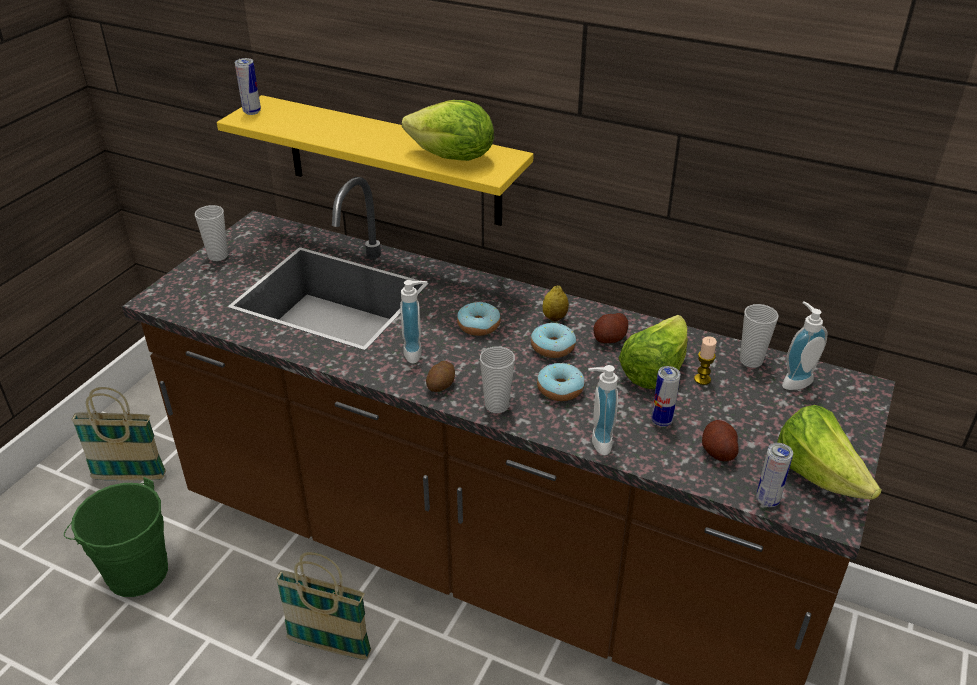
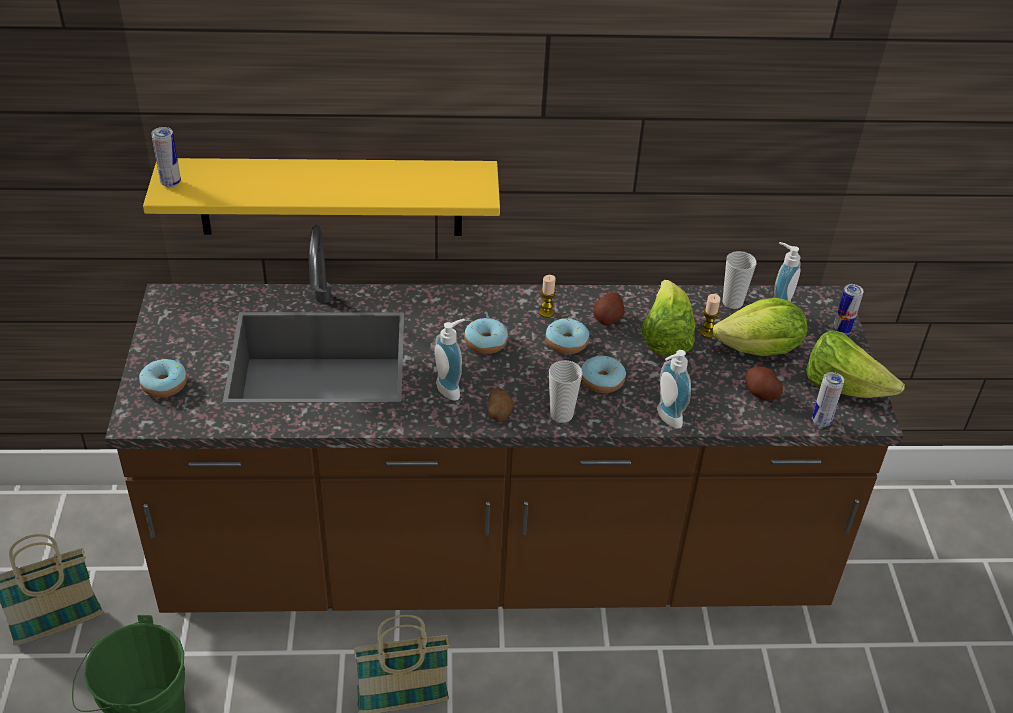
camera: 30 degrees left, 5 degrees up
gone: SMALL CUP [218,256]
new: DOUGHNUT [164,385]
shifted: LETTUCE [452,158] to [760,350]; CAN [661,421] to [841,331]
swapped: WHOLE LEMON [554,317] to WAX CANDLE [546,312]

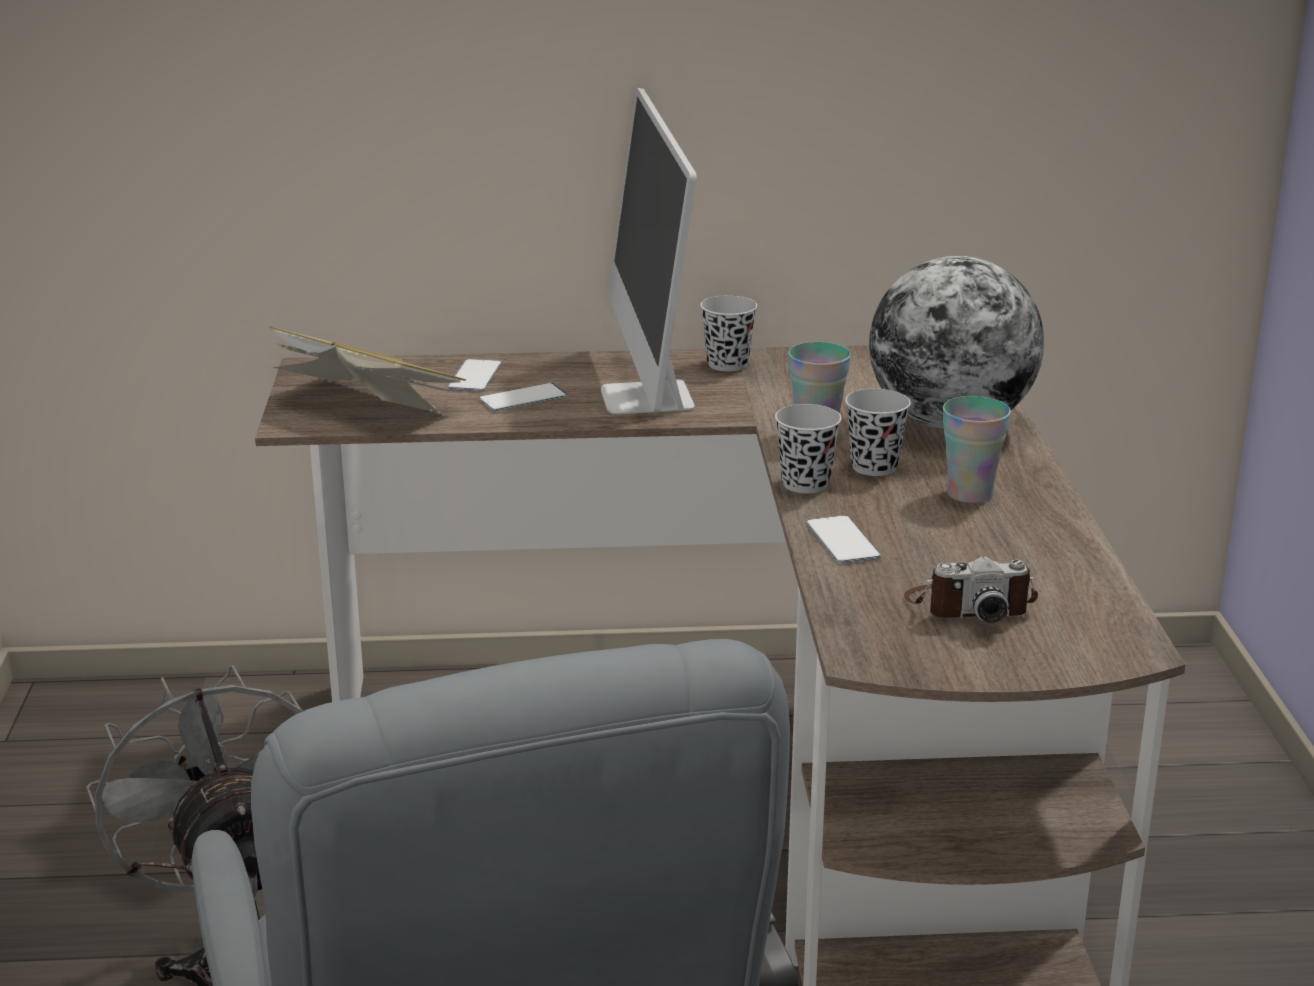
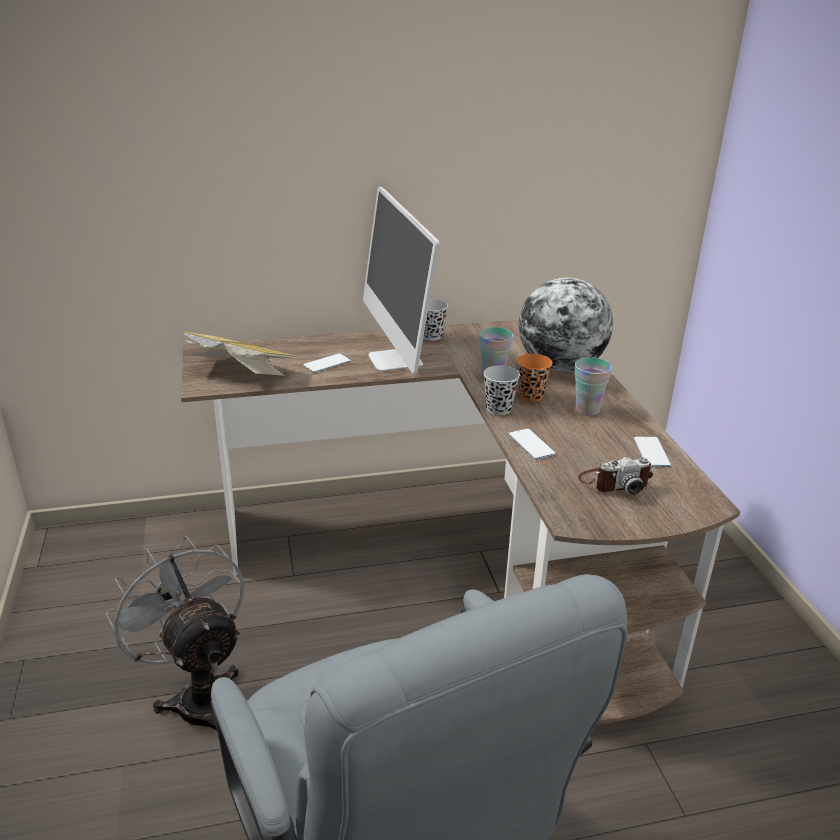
camera: 10 degrees left, 5 degrees up
shifted: PHONE [474,376] to [651,452]
repainted: BLACKISH SMALL CUP [874,467] to ORANGE-COLOURED SMALL CUP [531,396]

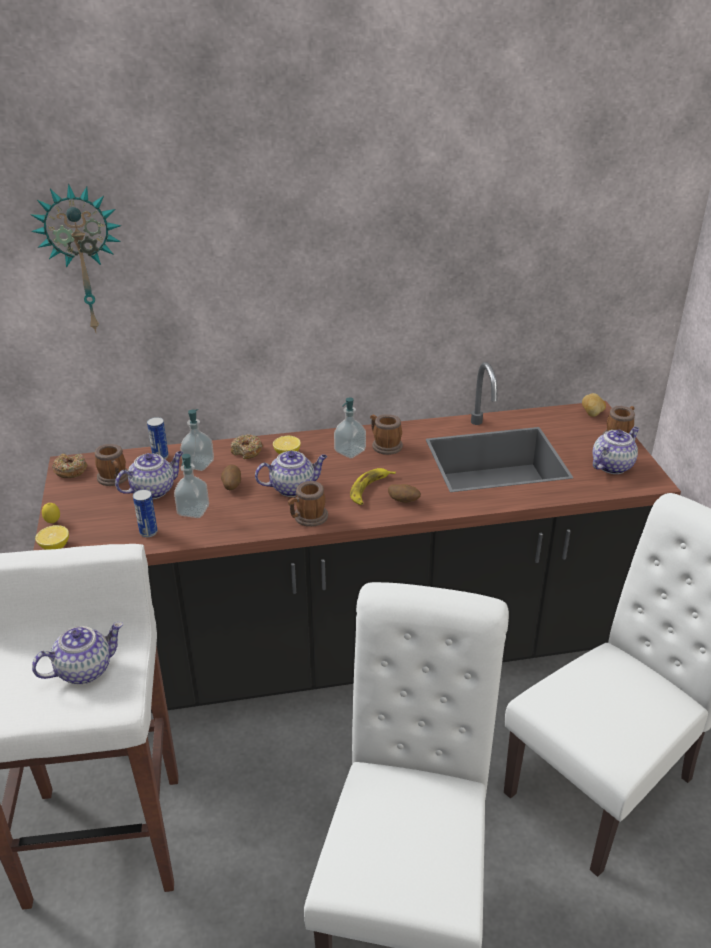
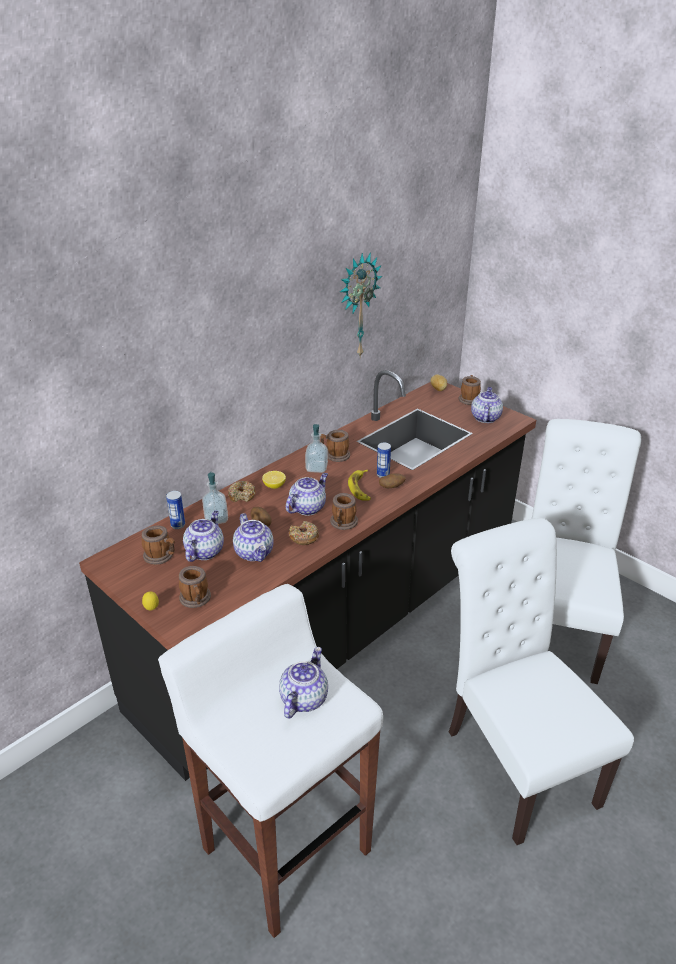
camera: 35 degrees left, 0 degrees up
gone: WHOLE LEMON [55,547]
new: TEA MUG [196,600]
shifted: WALL CLOCK [83,259] to [357,306]; DOUGHNUT [70,470] to [304,537]; CAN [148,532] to [383,474]
swapped: LIQUID SOAP BOTTLE [193,510] to TEAPOT [255,553]

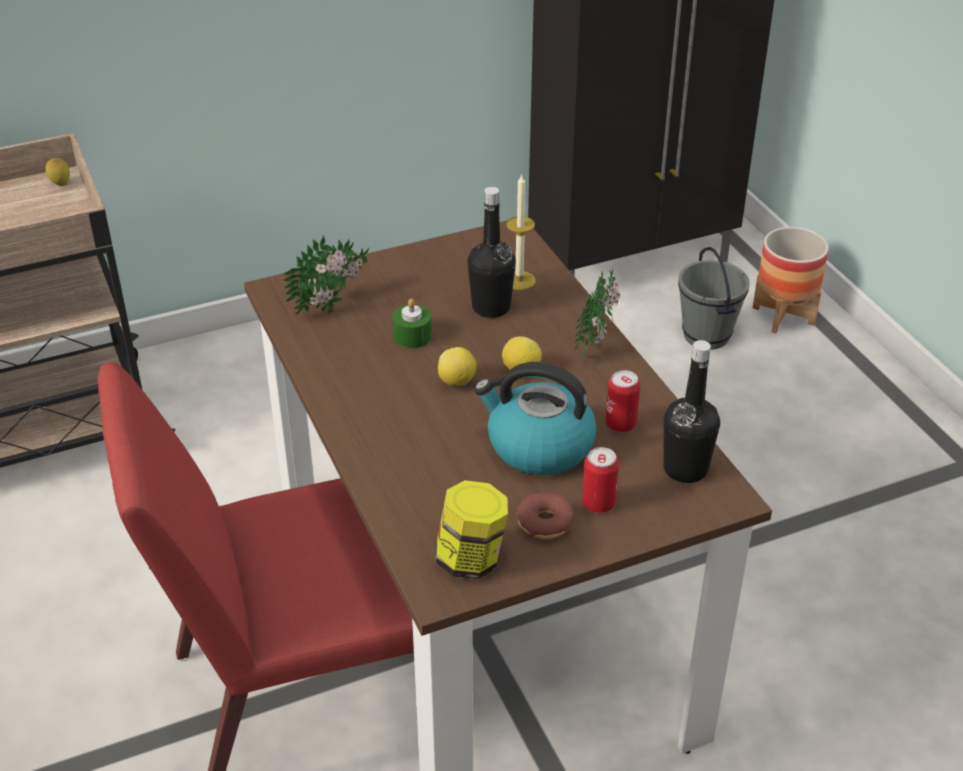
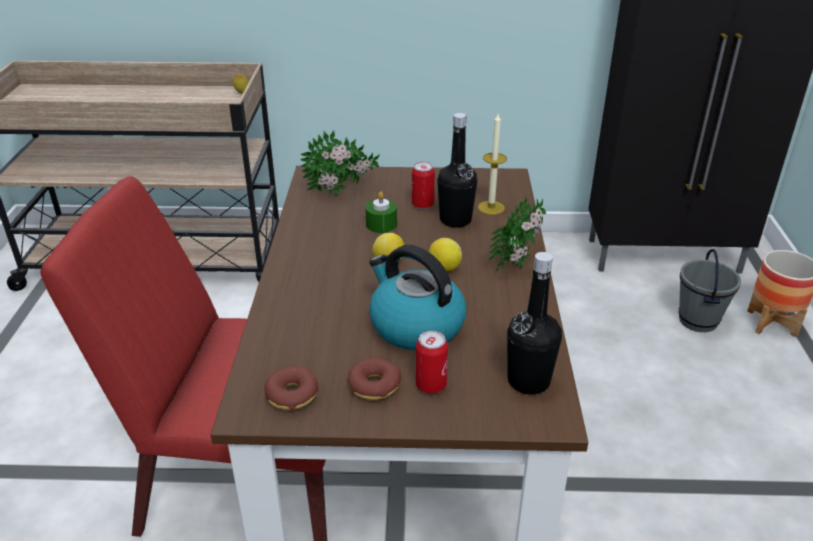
camera: 25 degrees right, 5 degrees down
shifted: CAN [620,424] to [422,204]
swapped: PRESERVE JAR [471,559] to DOUGHNUT [292,395]

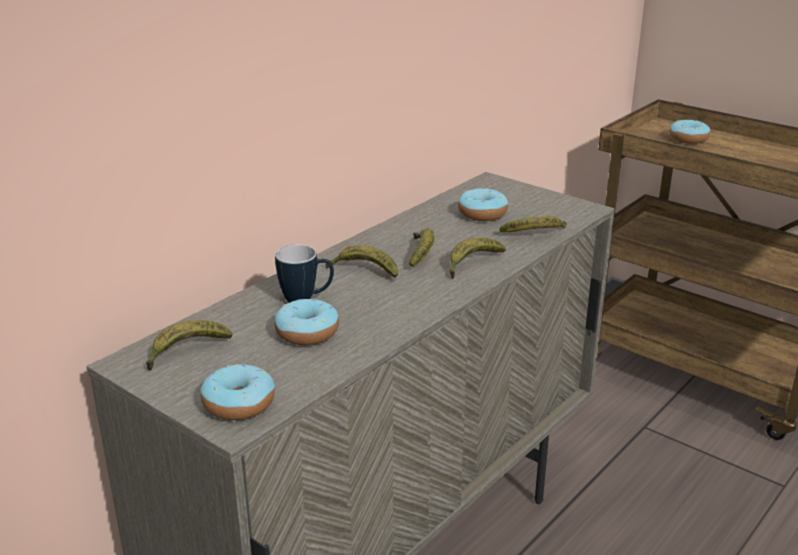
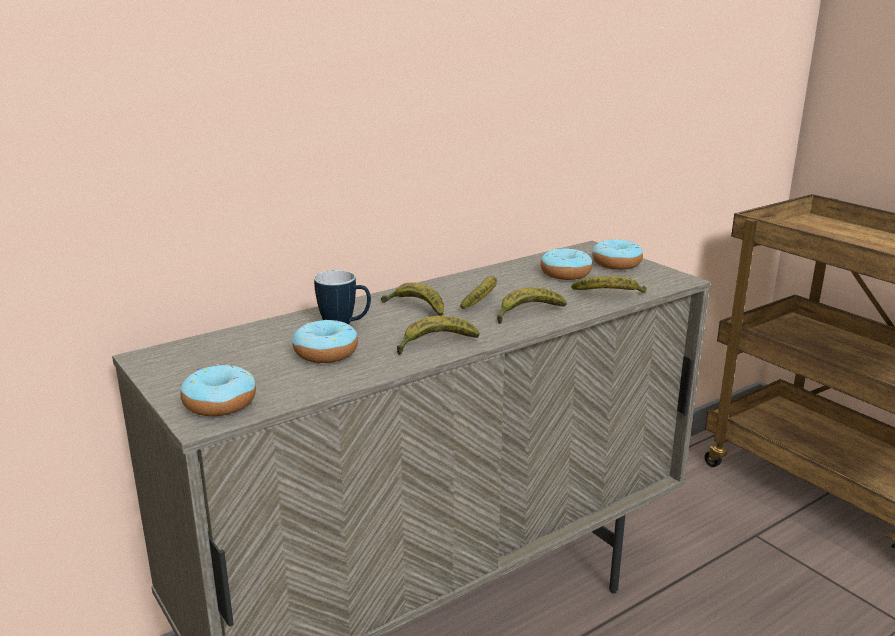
camera: 15 degrees right, 5 degrees down
shifted: BANANA [186,351] to [435,344]; DOUGHNUT [688,139] to [616,264]

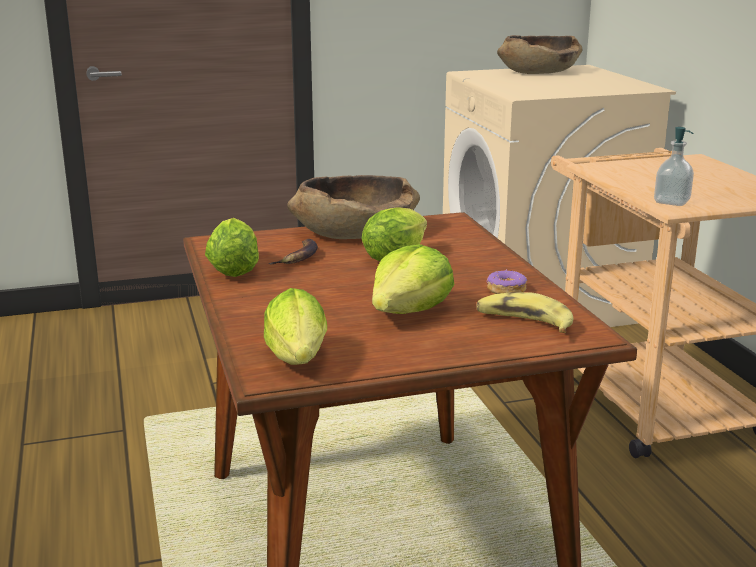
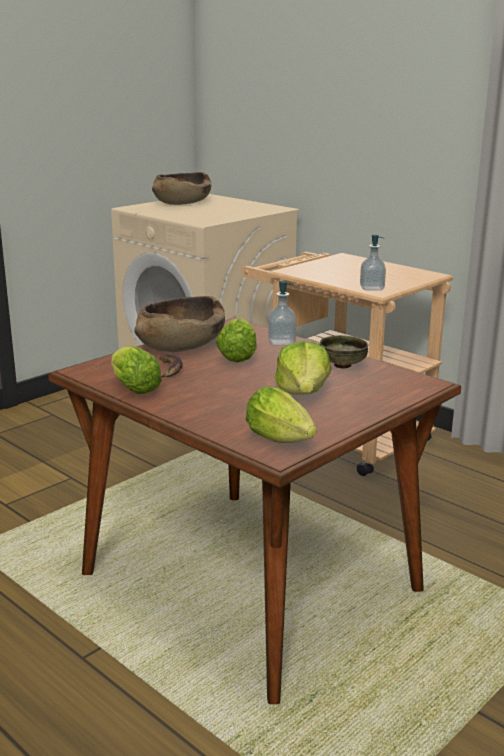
camera: 30 degrees left, 0 degrees up
gone: BANANA [524,323]
new: LIQUID SOAP BOTTLE [281,342]
swapped: DOUGHNUT [506,290] to DEEP DISH [341,365]

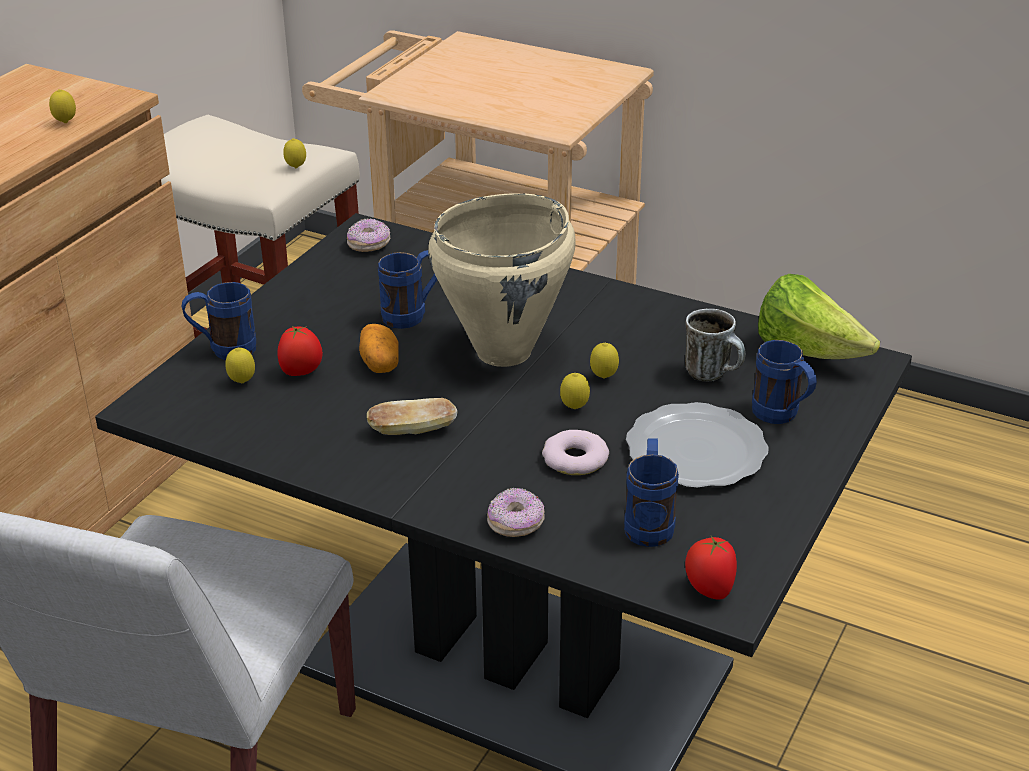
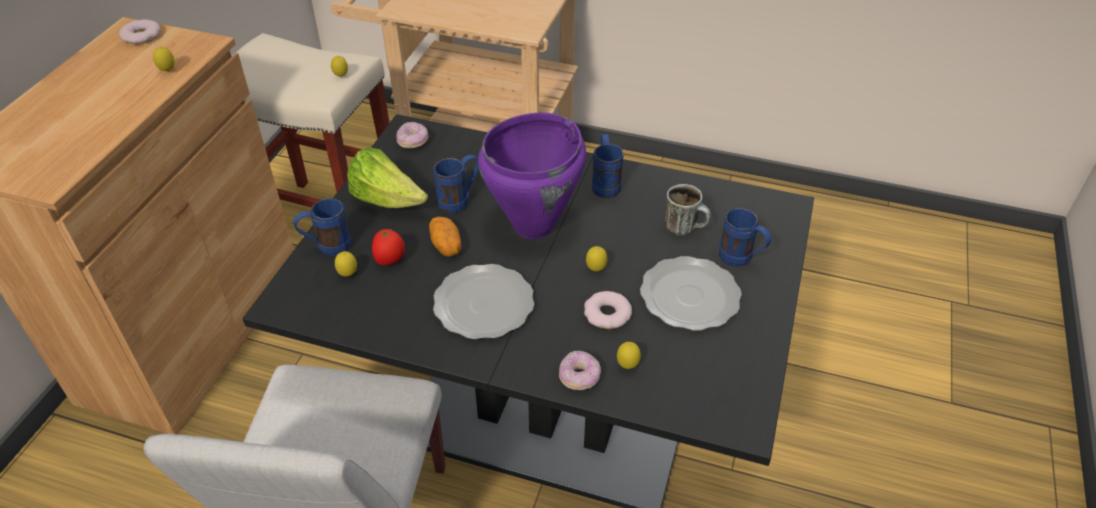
camera: 10 degrees left, 10 degrees up
gone: TOMATO [709,590]
new: DOUGHNUT [142,36]
shifted: WHOLE LEMON [603,378] to [627,366]; BLUISH TEA MUG [649,522] to [605,183]; LETTUCE [808,352] to [387,200]
swapped: BAKED BREAD [413,431] to PLATE [485,303]
repainted: SAND-COLOURED SAUCEPOT [505,352] to PURPLE SAUCEPOT [534,225]

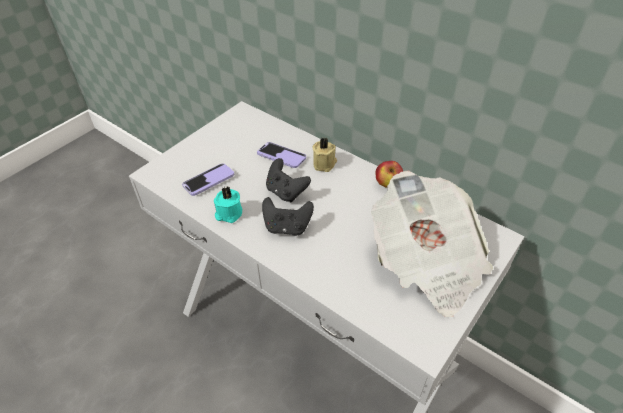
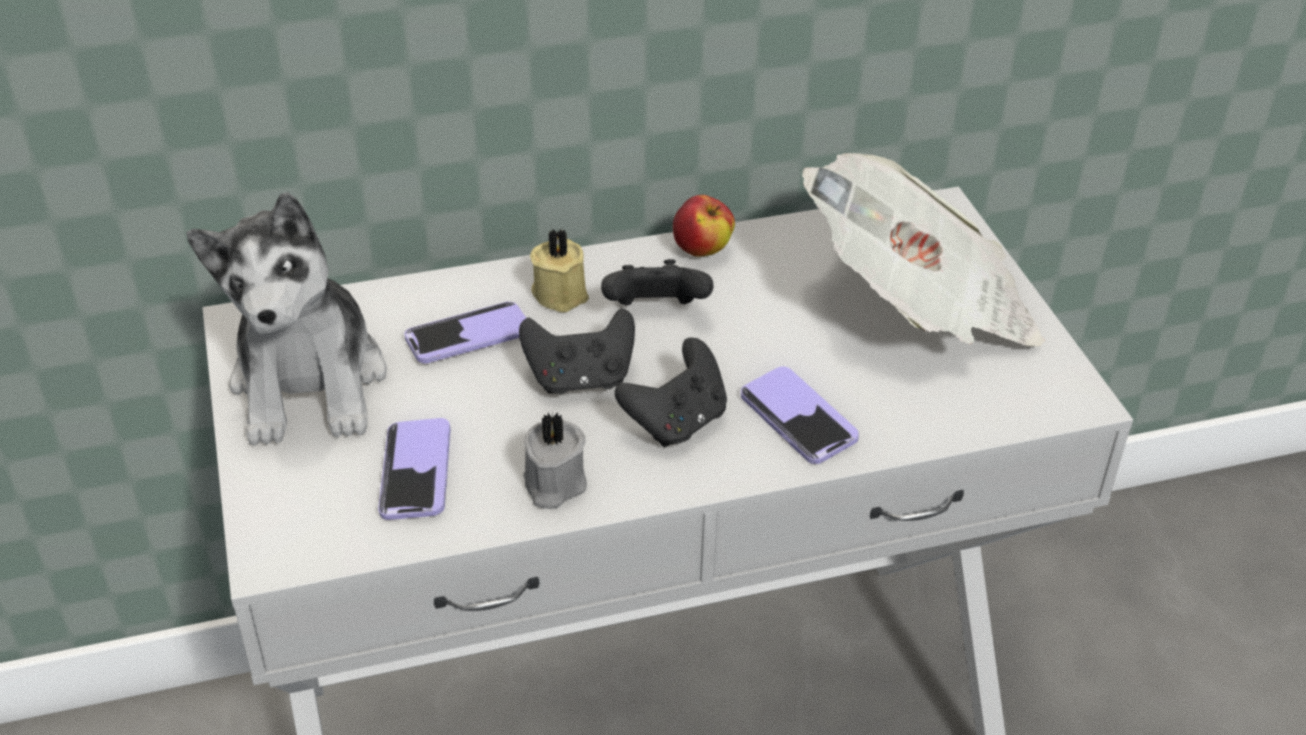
camera: 55 degrees left, 5 degrees down
new: CUDDLY TOY [310,382]; BLACKISH GAMEPAD [655,312]; PHONE [798,418]
repainted: TURQUOISE-COLOURED WAX CANDLE [228,214] to GREYISH WAX CANDLE [552,485]

